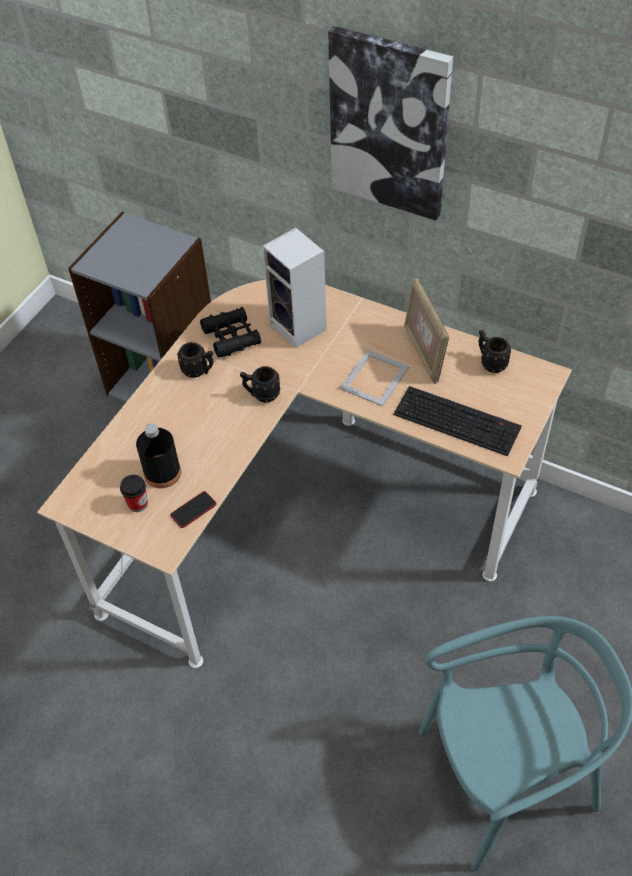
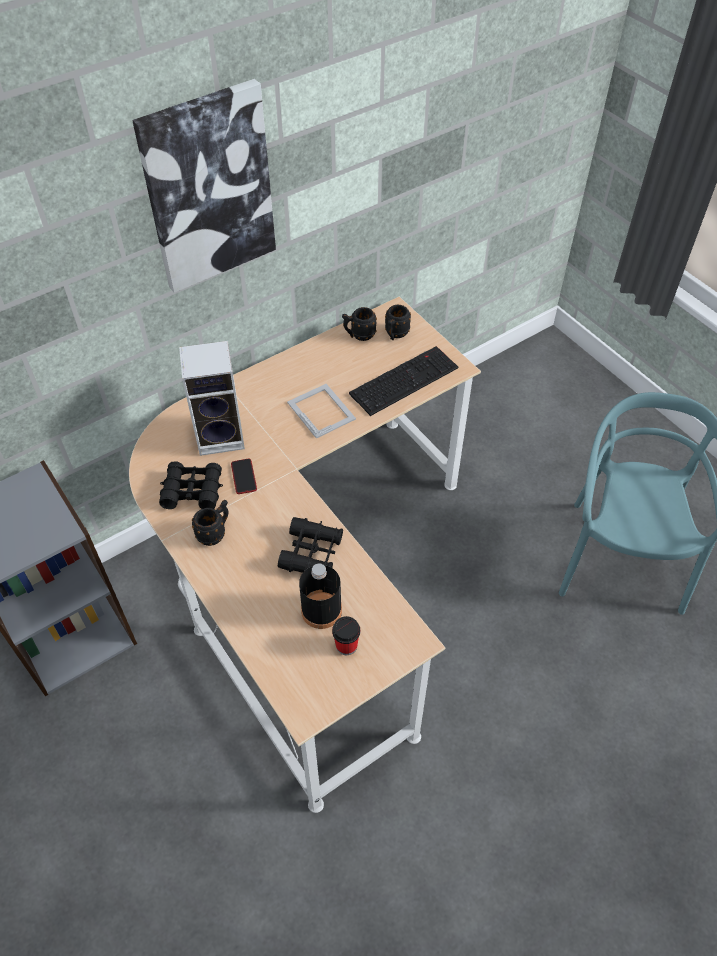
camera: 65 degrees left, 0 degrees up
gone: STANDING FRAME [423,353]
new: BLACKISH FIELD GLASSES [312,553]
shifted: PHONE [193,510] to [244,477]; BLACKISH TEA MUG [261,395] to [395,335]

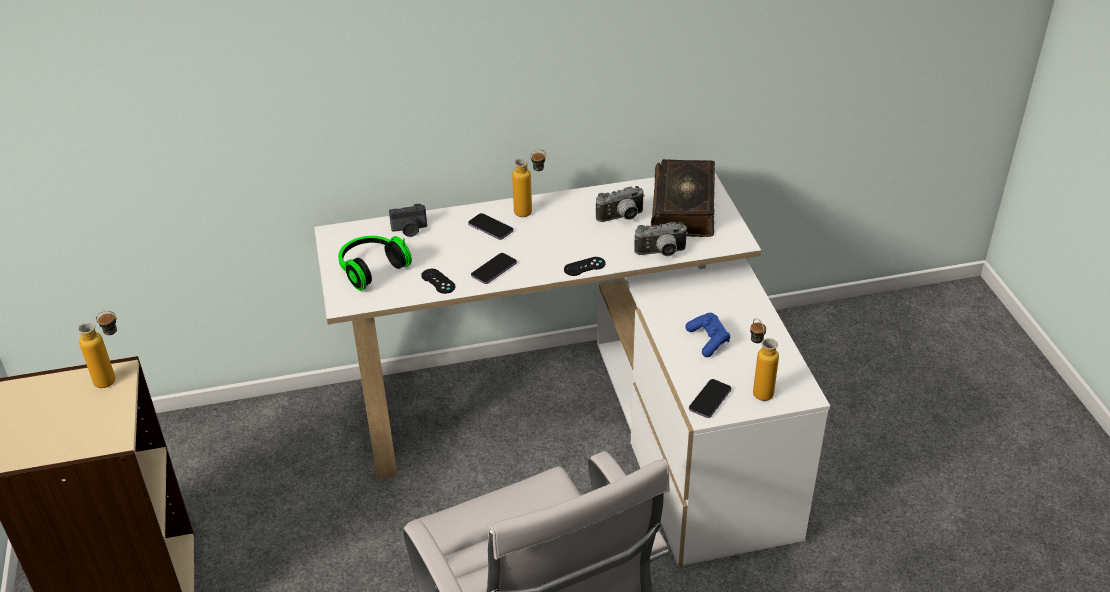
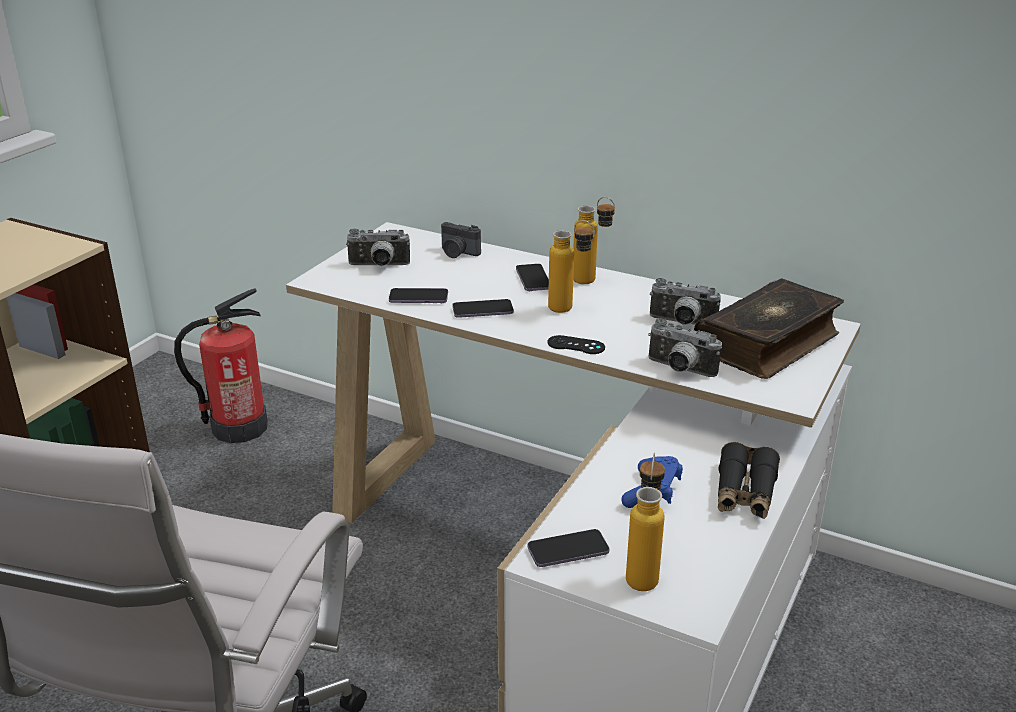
camera: 40 degrees right, 10 degrees down
new: EXTINGUISHER [238,427]; BLACKISH FIELD GLASSES [745,493]
shifted: DRINK BOTTLE [114,379] to [569,310]
swapped: HEADSET [371,269] to PHOTO CAMERA [379,266]; BLACKISH GAMEPAD [438,281] to PHONE [418,298]

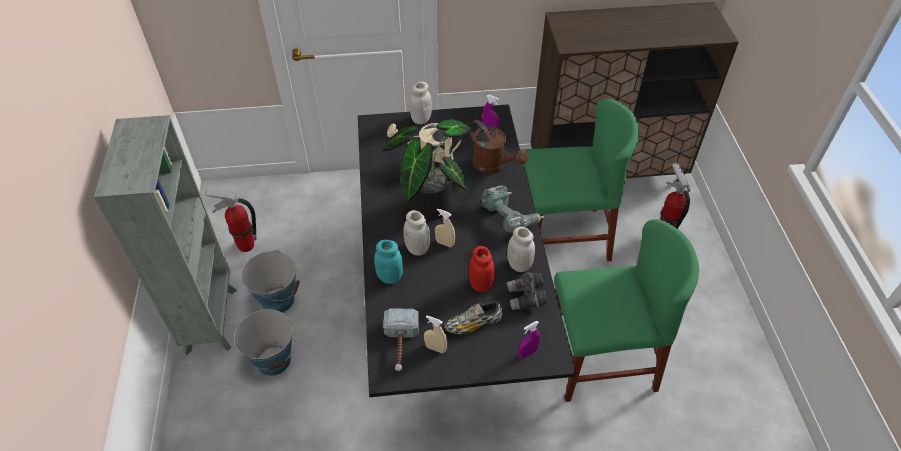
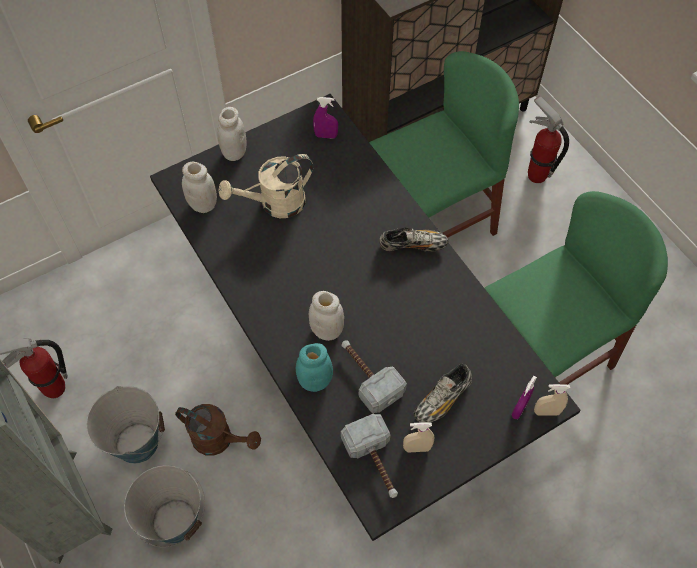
camera: 25 degrees left, 10 degrees up
gone: PLANT IN A POT [428,200]; RED PRESERVE JAR [480,284]; GREYISH FIELD GLASSES [526,298]
new: HAND HAMMER [367,376]
shifted: SAND-COLOURED SPRAYER [445,243] to [546,412]; BROWN WATERING CAN [493,166] to [219,440]; WHITE-COLOURED PRESERVE JAR [519,265] to [203,205]
swapped: ELECTRIC DRILL [511,217] to ITEM OF FOOTWEAR [413,245]

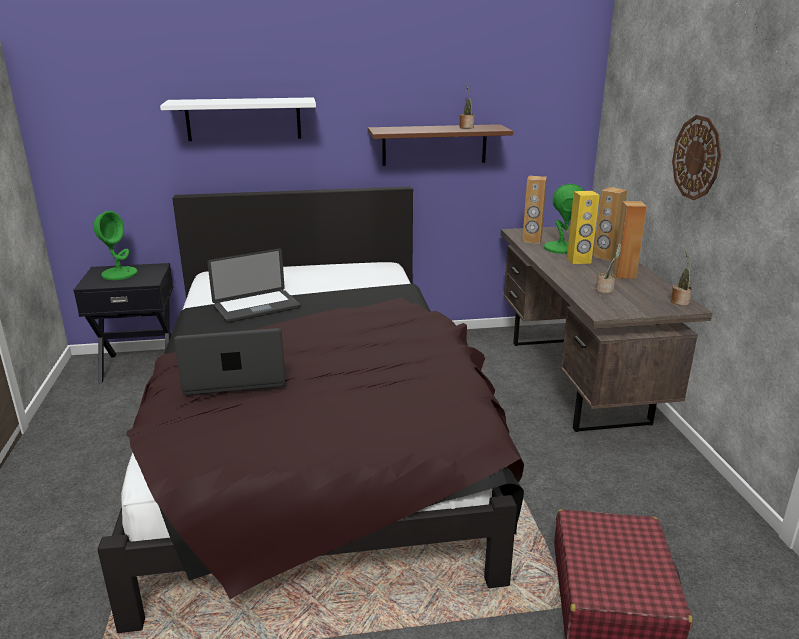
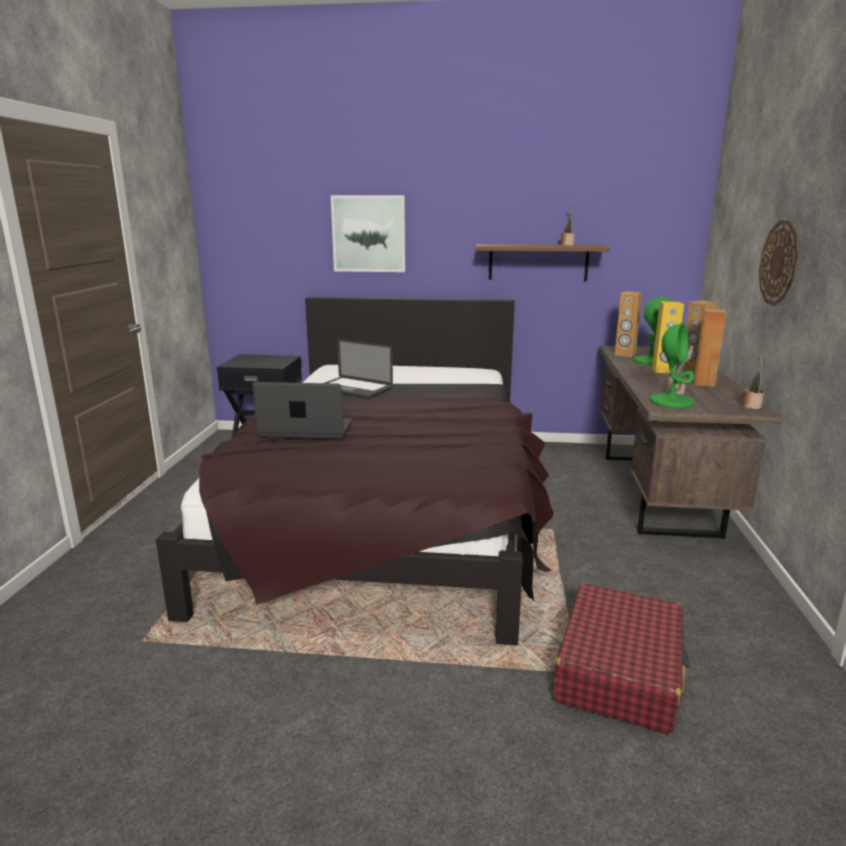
camera: 15 degrees right, 5 degrees down
shifted: GREEN-COLOURED TABLETOP LAMP [119,274] to [671,401]
swapped: WHITE-COLOURED SHELF [243,119] to PICTURE [369,233]
rotated: PORTABLE COMPUTER [256,307] = [354,389] 45 degrees clockwise

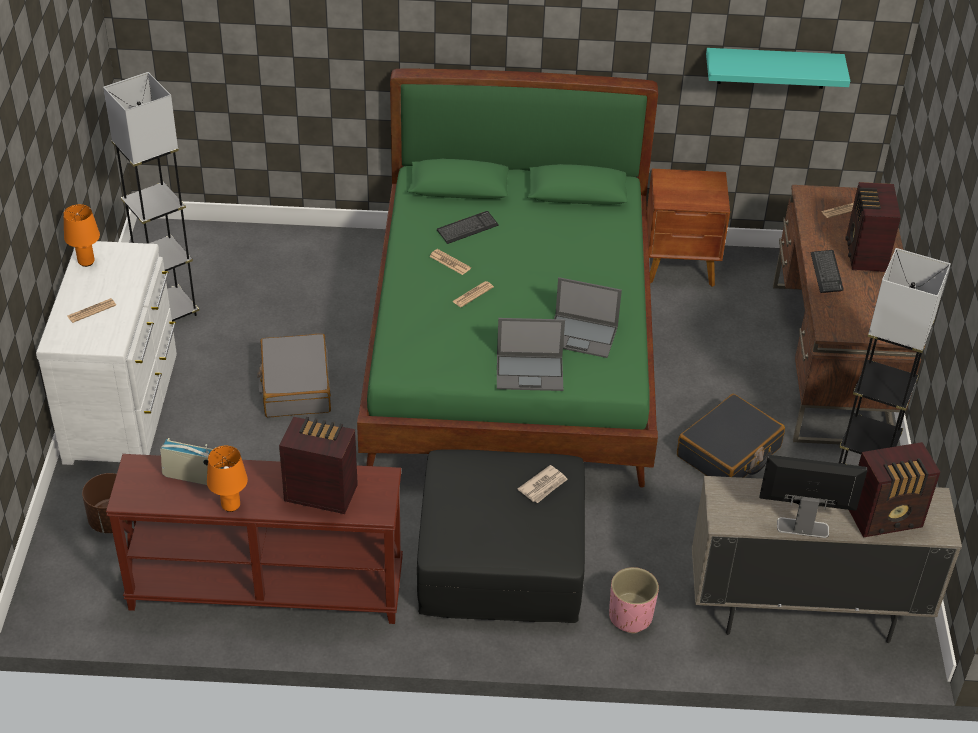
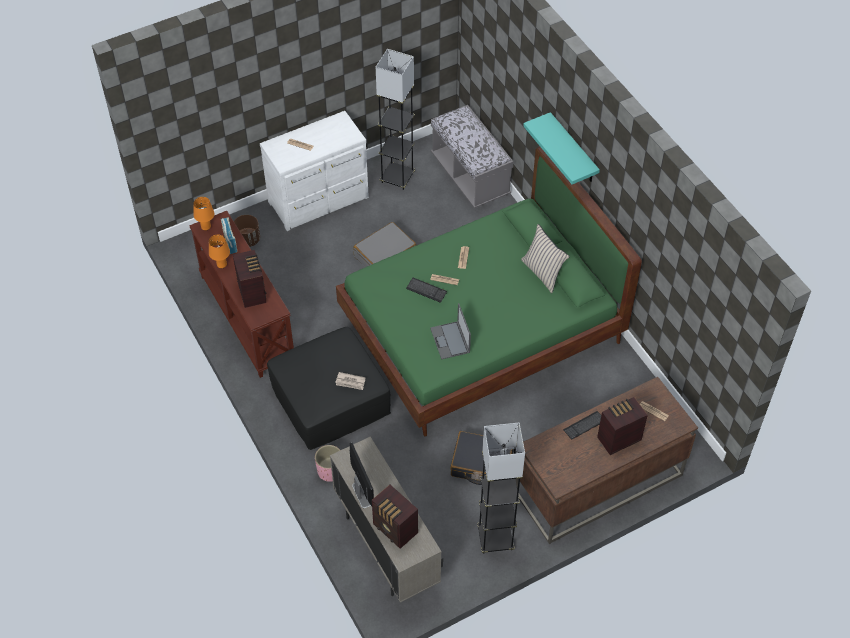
camera: 60 degrees right, 10 degrees up
gone: PORTABLE COMPUTER [530,372]; BROWN NIGHT TABLE [680,267]
new: GREYISH INDOOR BENCH [470,176]; SAND-COLOURED PILLOW [543,273]
shifted: ORANGE-COLOURED TABLETOP LAMP [86,262] to [206,227]; KEYBOARD [467,228] to [426,290]; TURQUOISE-COLOURED SHELF [772,68] to [573,149]

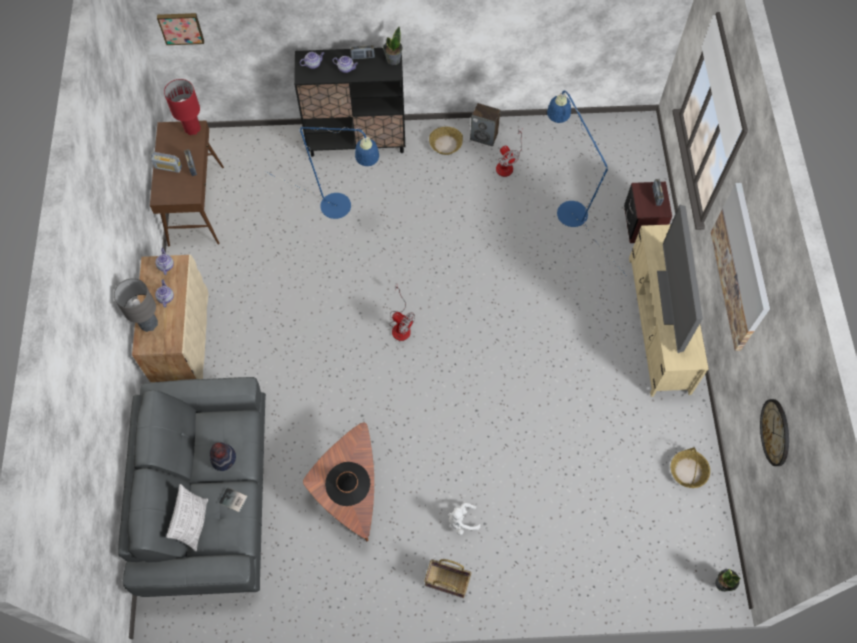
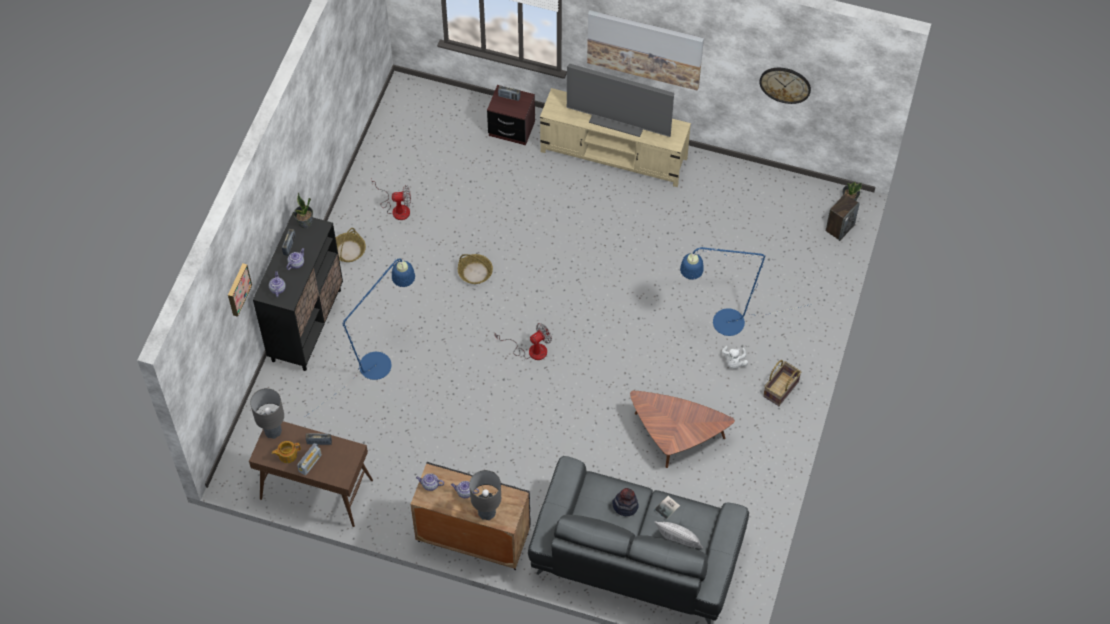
camera: 70 degrees left, 5 degrees down
gone: BLACKISH CLOTHING HAT [347,484]
new: TEAPOT [287,455]
shifted: PICTURE [181,27] to [237,289]; SPEAKER [484,136] to [839,228]; BLUISH FLOOR LAMP [566,208] to [720,324]; BASKET [688,471] to [475,272]
repainted: SAND-COLOURED STORAGE CABINET [184,344] to BLACKISH STORAGE CABINET [472,537]; RED TABLETOP LAMP [192,129] to GREYISH TABLETOP LAMP [273,431]

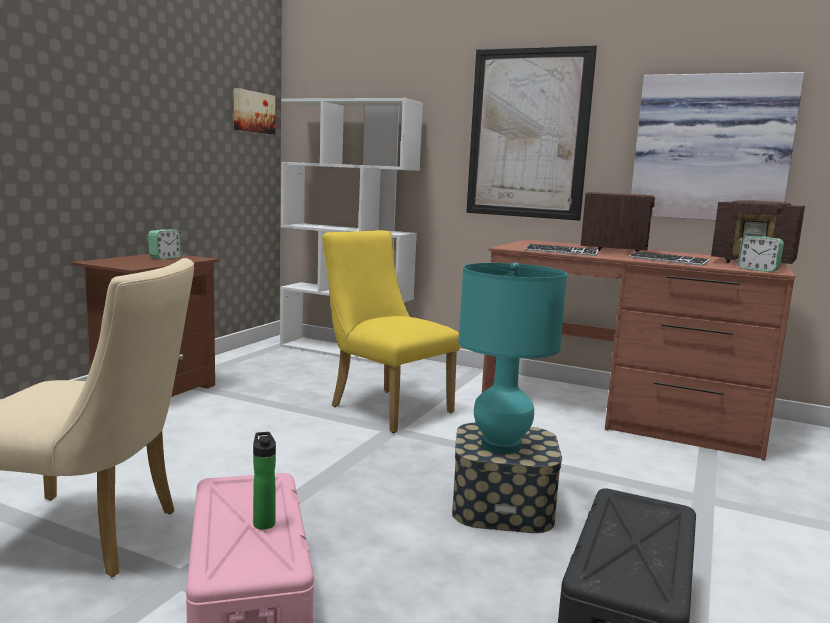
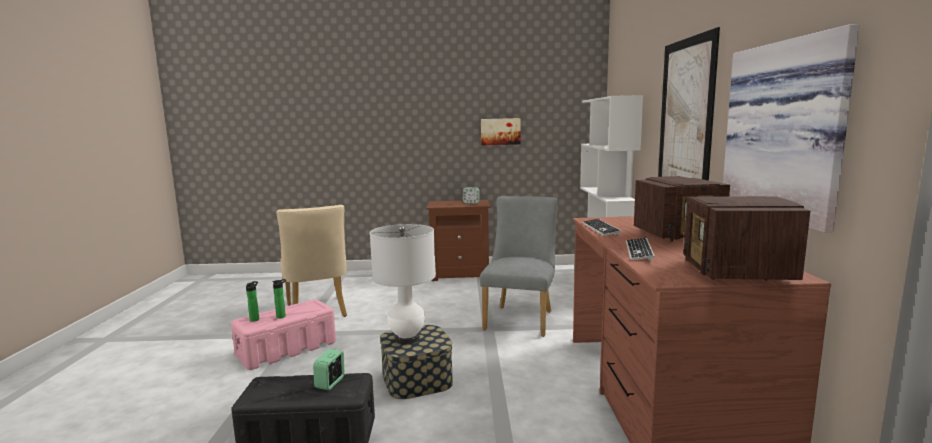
camera: 65 degrees right, 0 degrees up
new: DRINK BOTTLE [255,319]
shifted: PICTURE [253,112] to [500,131]; BEDSIDE CLOCK [758,270] to [330,383]
repainted: YELLOW UPRIGHT CHAIR [384,407] to GREYISH UPRIGHT CHAIR [521,318]; TURQUOISE-COLOURED TABLETOP LAMP [501,446] to WHITE-COLOURED TABLETOP LAMP [407,339]

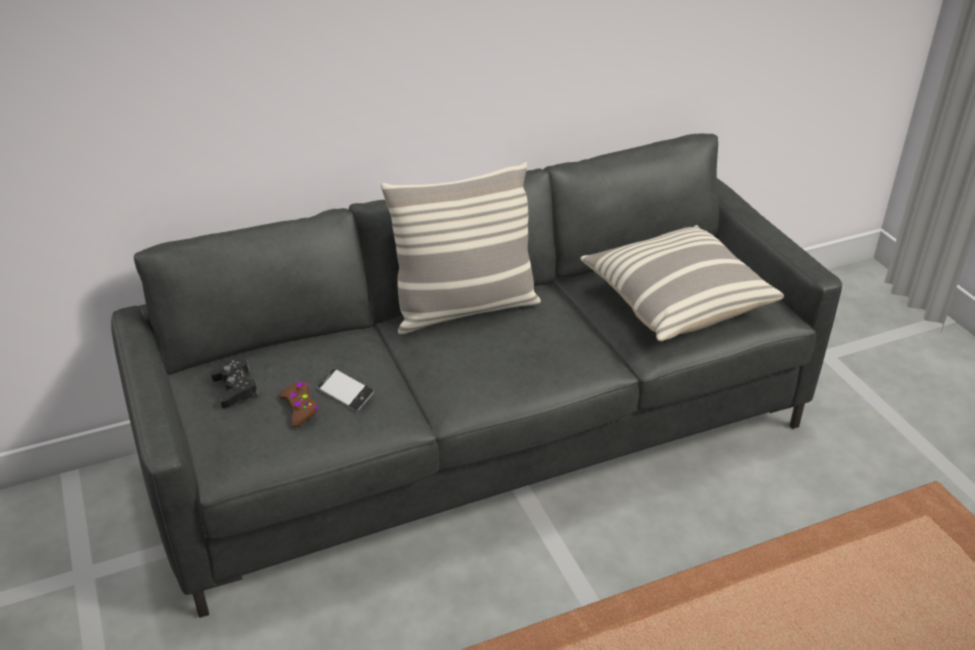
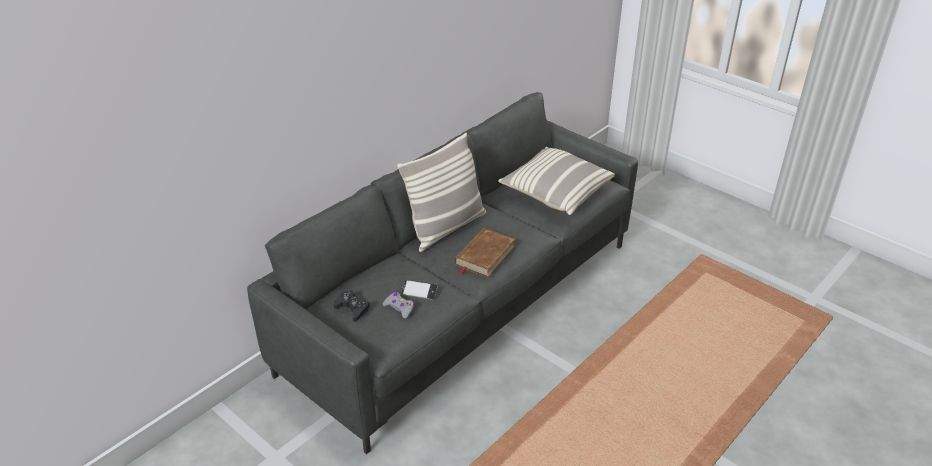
camera: 25 degrees left, 0 degrees up
new: BROWN BOUND BOOK [485,256]
repainted: BROWN GAMEPAD [299,408] to GREYISH GAMEPAD [399,308]

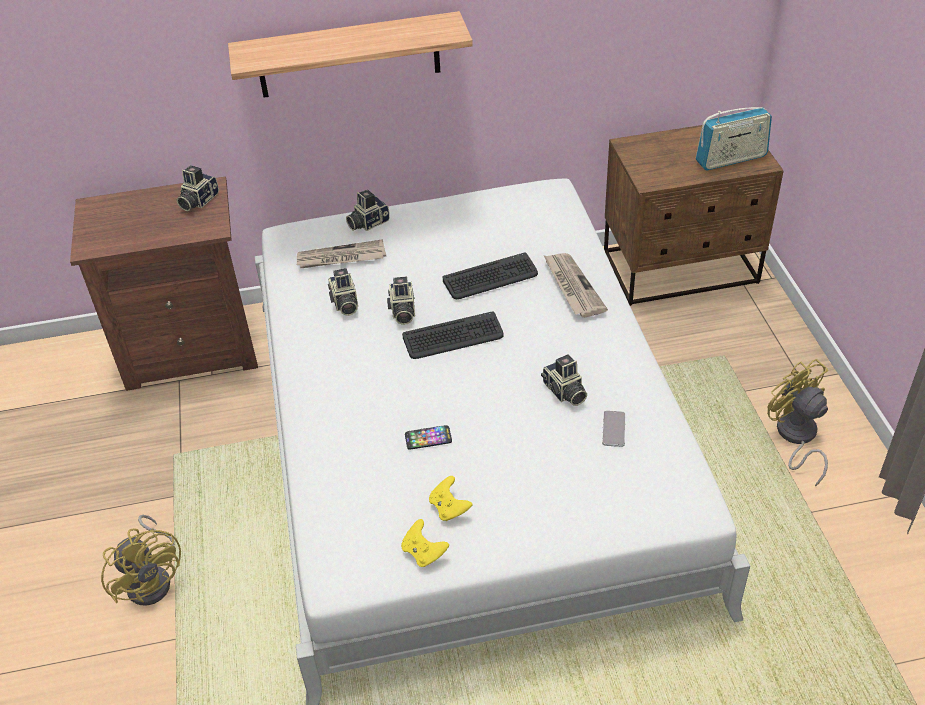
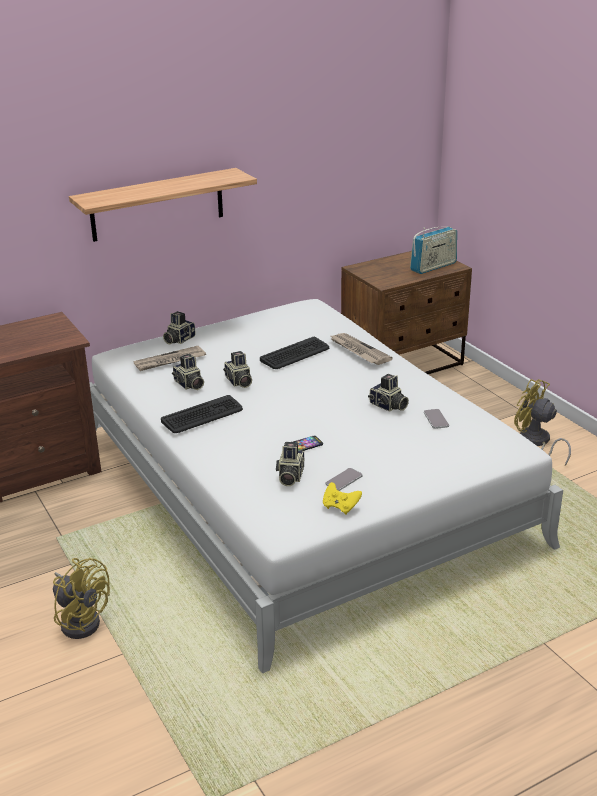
camera: 20 degrees left, 15 degrees down
shifted: PHOTO CAMERA [197,201] to [289,476]; KEYBOARD [453,337] to [202,415]
swapped: YELLOW GAMEPAD [449,508] to PHONE [344,480]

